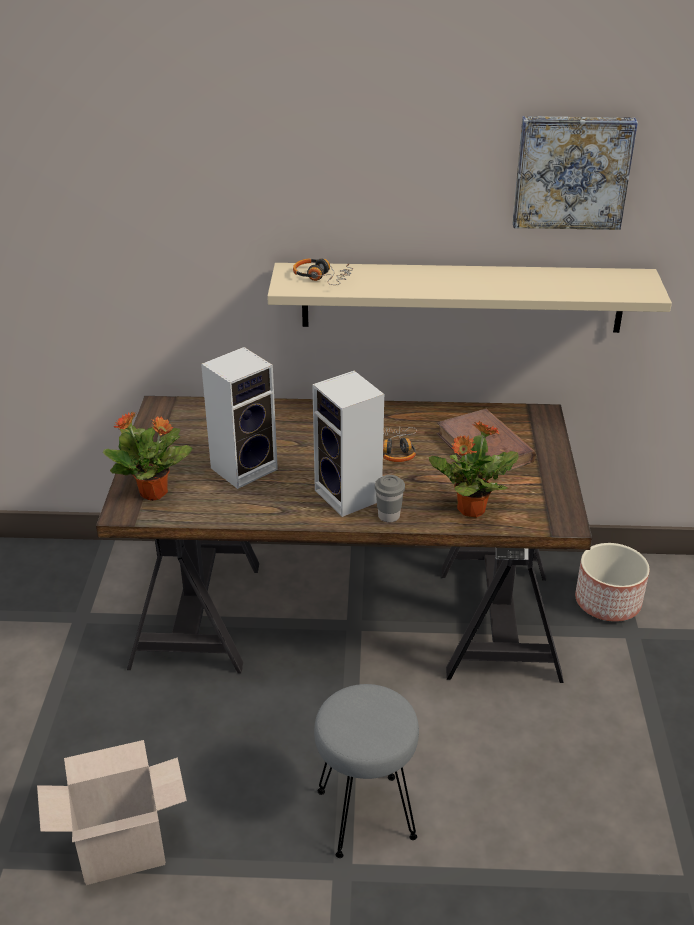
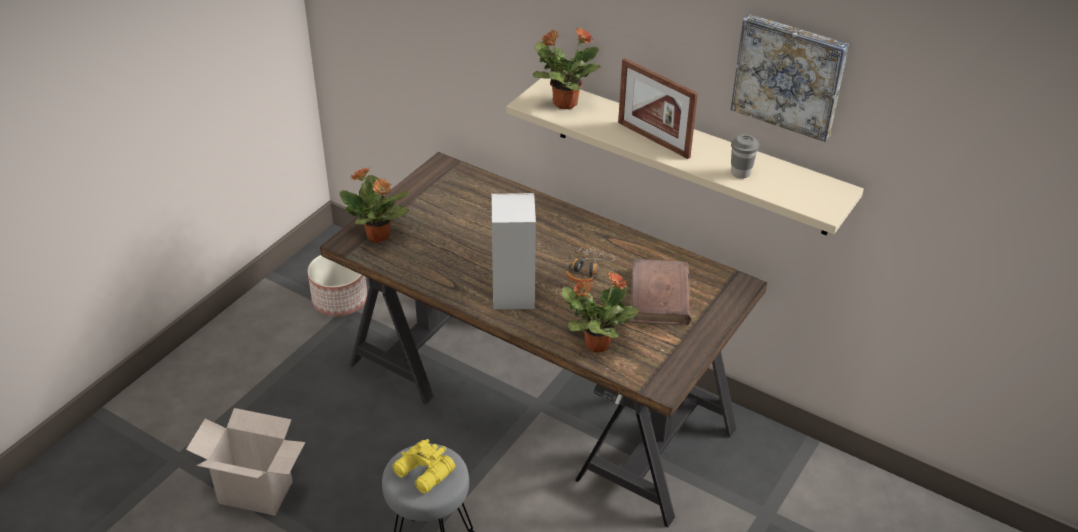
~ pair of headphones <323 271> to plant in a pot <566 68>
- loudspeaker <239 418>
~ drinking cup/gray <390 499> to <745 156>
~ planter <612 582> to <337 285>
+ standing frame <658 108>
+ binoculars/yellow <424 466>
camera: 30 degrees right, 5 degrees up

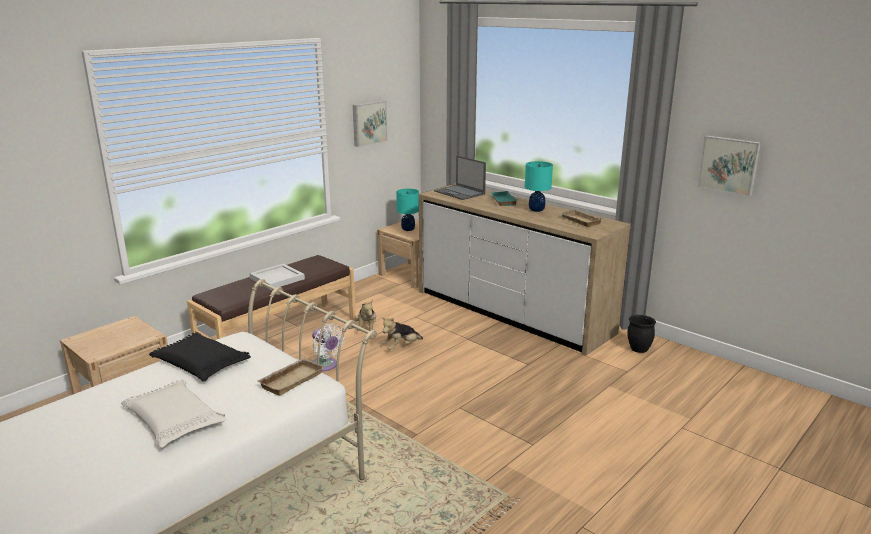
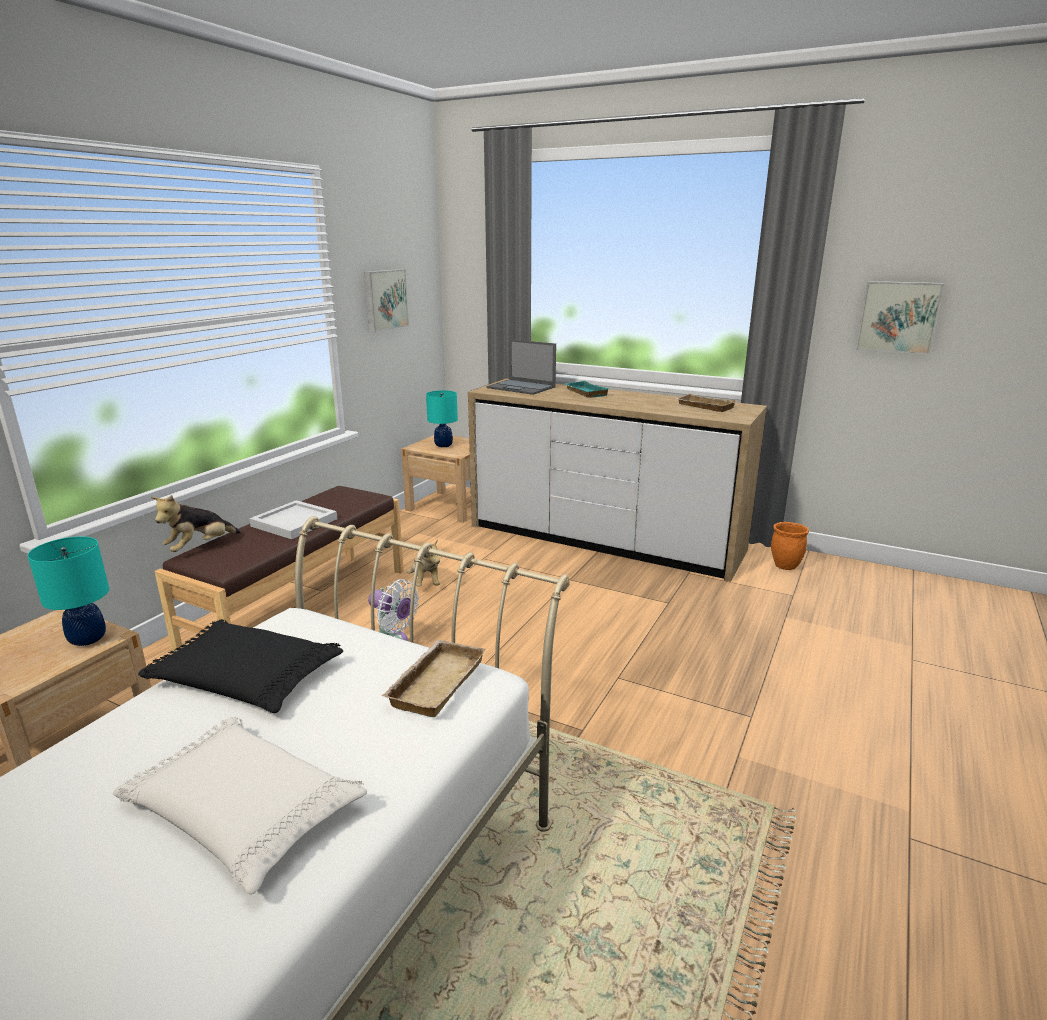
~ lamp for a table/blue-green <539 186> to <68 591>
~ planter/blackish <641 334> to planter/orange <790 546>
~ cuddly toy <402 333> to <196 523>
camera: 15 degrees left, 0 degrees up

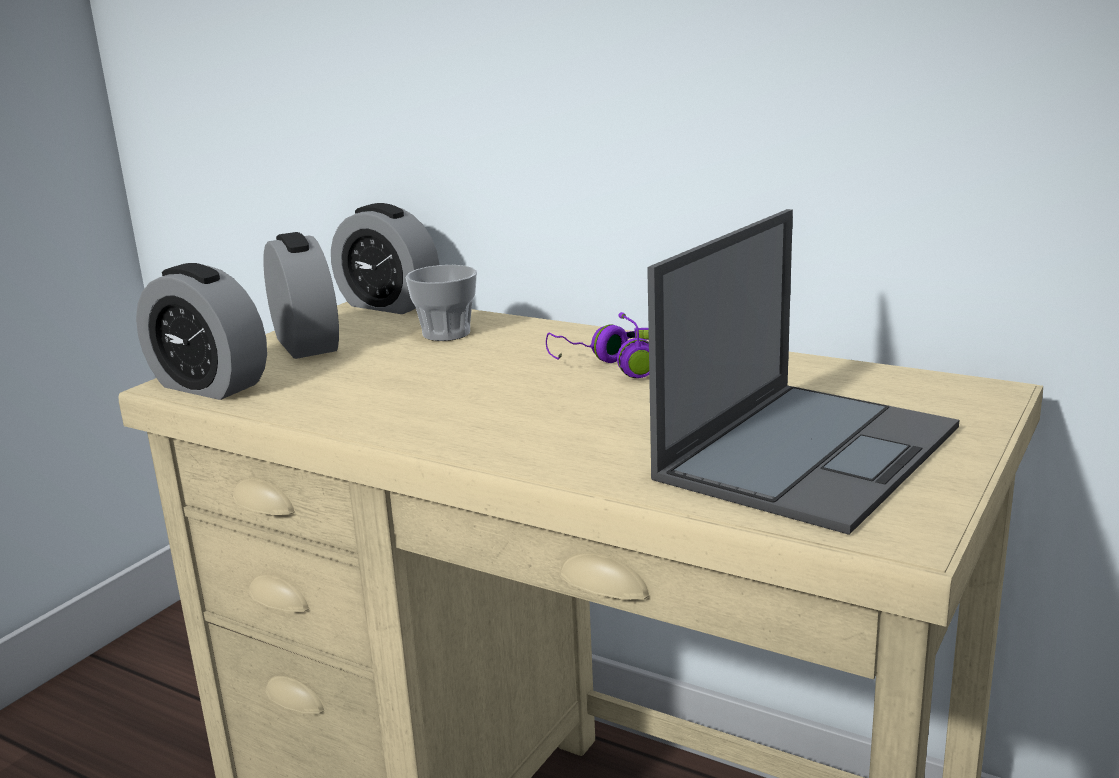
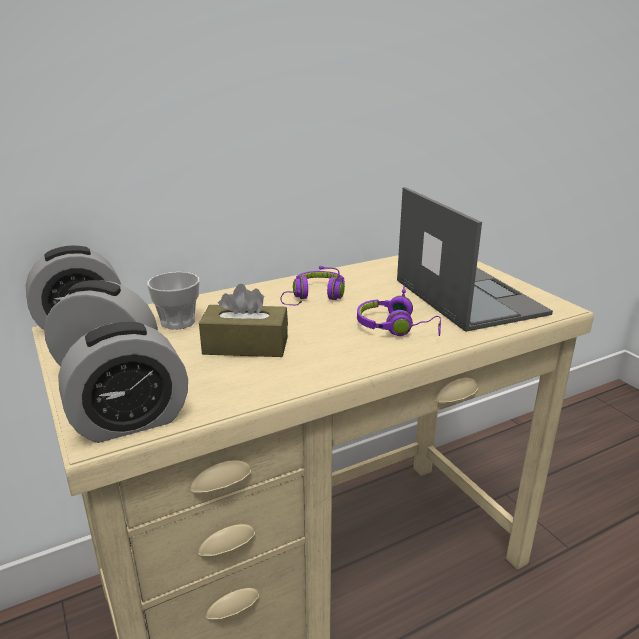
+ box of tissues/brown <243 320>
+ pair of headphones/purple-coloured <399 310>
camera: 60 degrees left, 5 degrees up

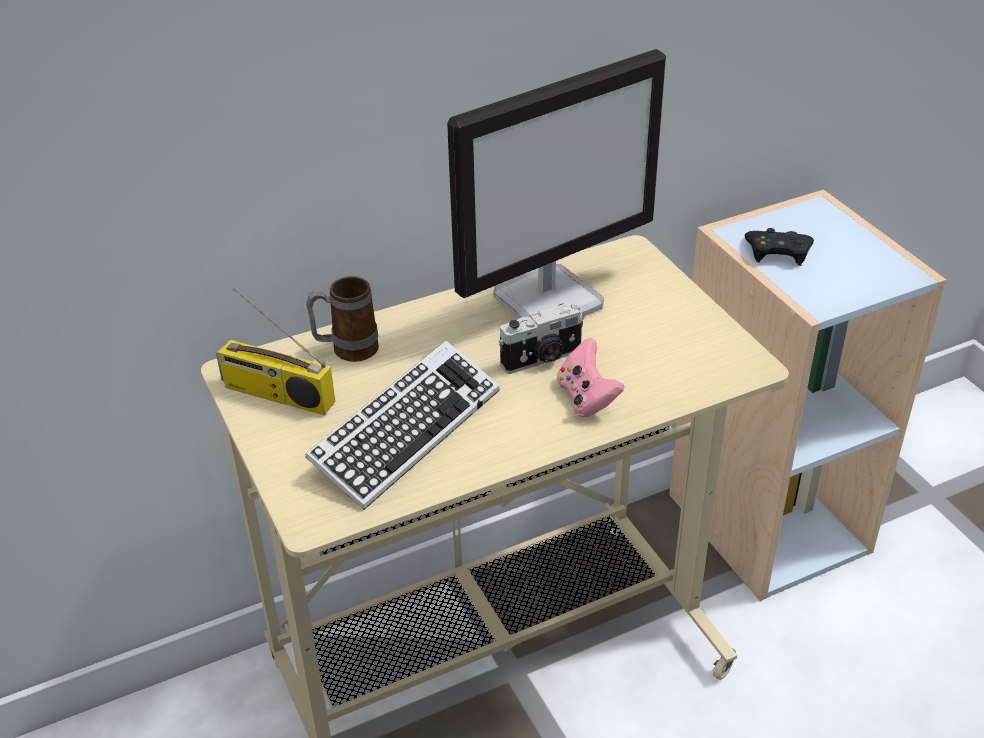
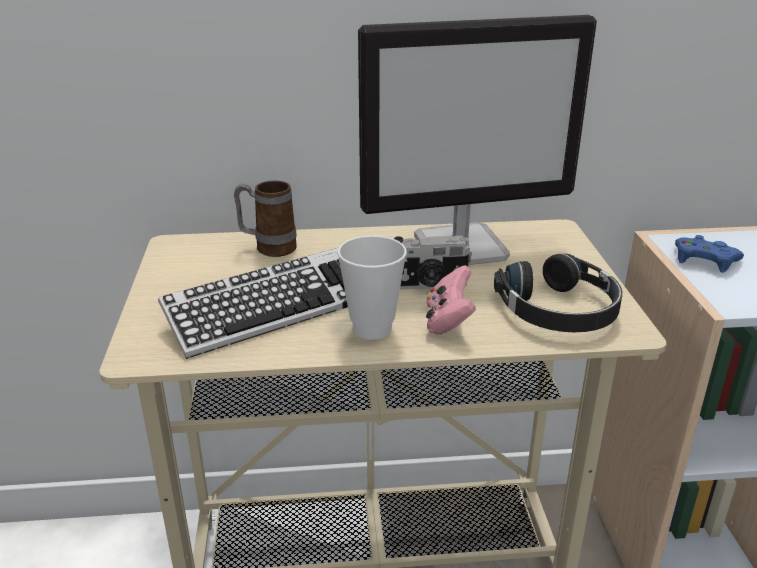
~ joypad/blackish <779 247> to joypad/blue <709 254>
- radio set <275 351>
+ drinking cup <372 288>
+ pair of headphones/blackish <558 293>
camera: 20 degrees right, 10 degrees down

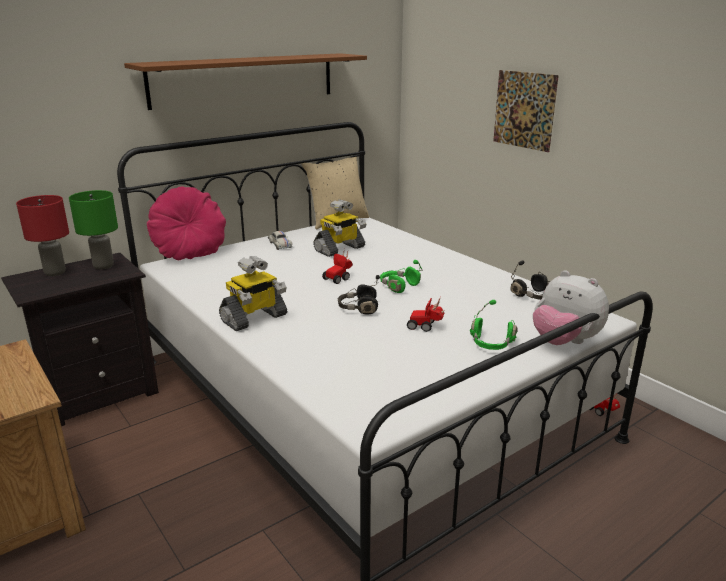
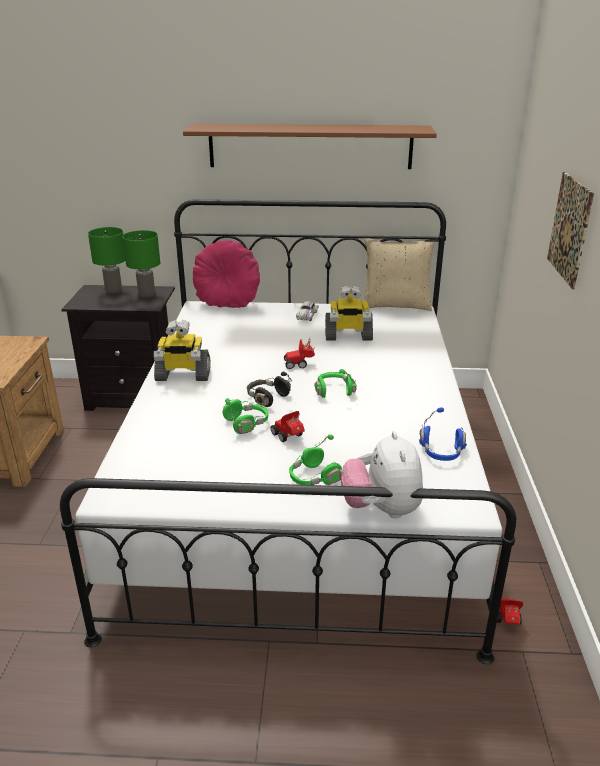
~ lamp for a table/reddish <42 235> to lamp for a table/greenish <106 260>
~ pair of headphones/blackish <530 280> to pair of headphones/blue <443 434>
+ pair of headphones/greenish <246 416>
camera: 40 degrees right, 5 degrees up

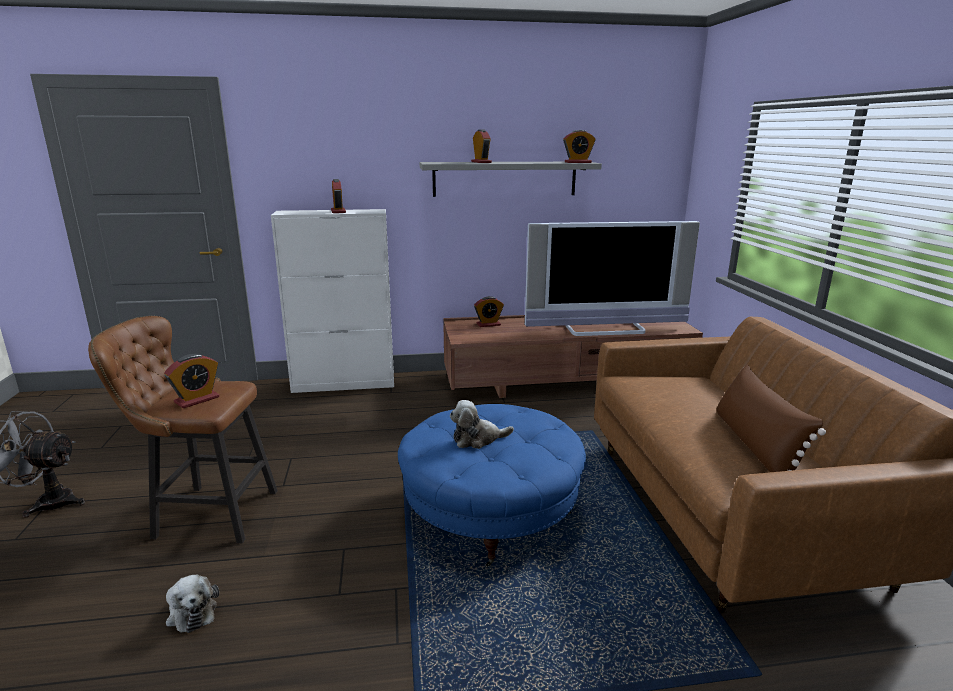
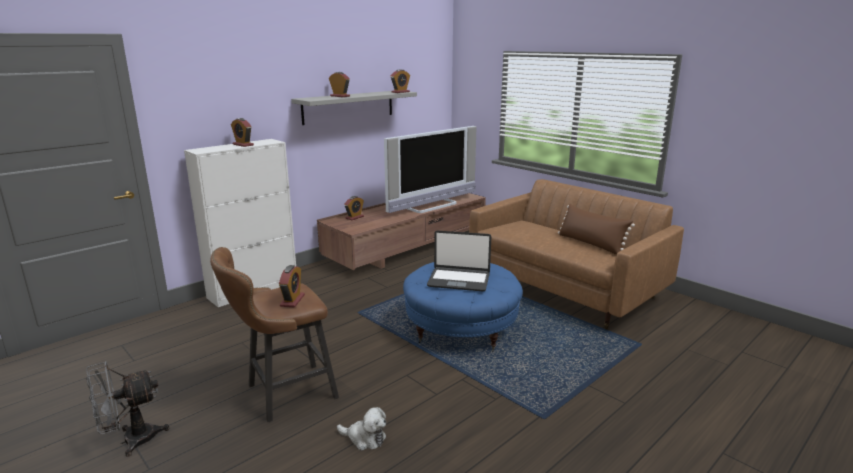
~ cuddly toy <482 424> to notebook computer <459 260>
camera: 35 degrees left, 0 degrees up

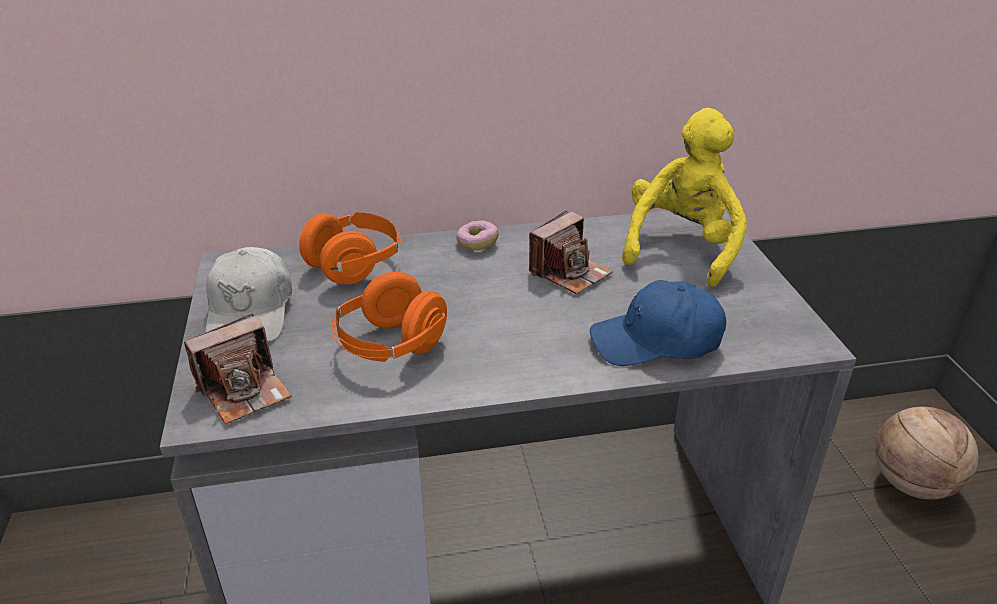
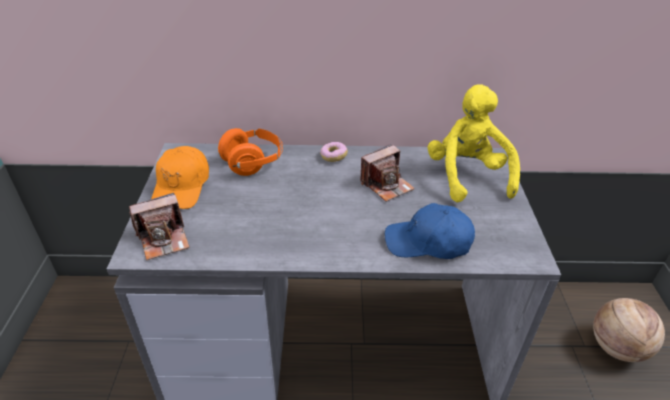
~ cuddly toy/yellow <684 197> = <473 143> 45 degrees counterclockwise
~ peaked cap/whitish <248 294> to peaked cap/orange <180 177>
- pair of headphones/orange <389 317>
camera: 10 degrees right, 5 degrees up

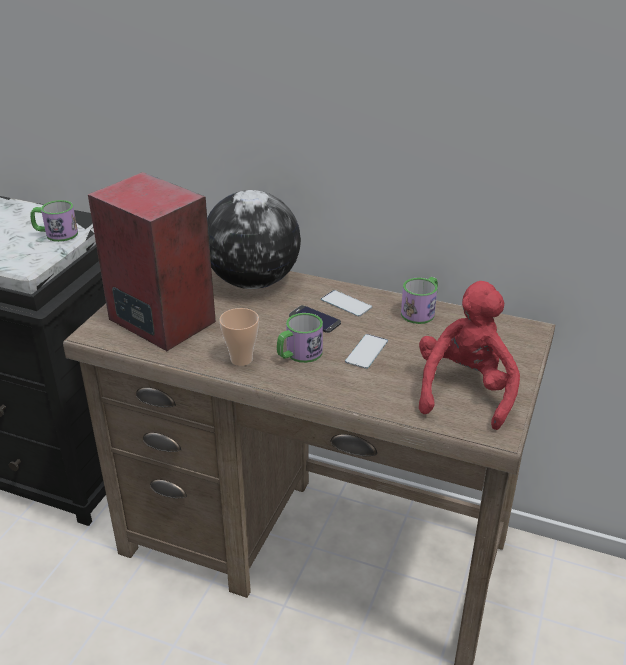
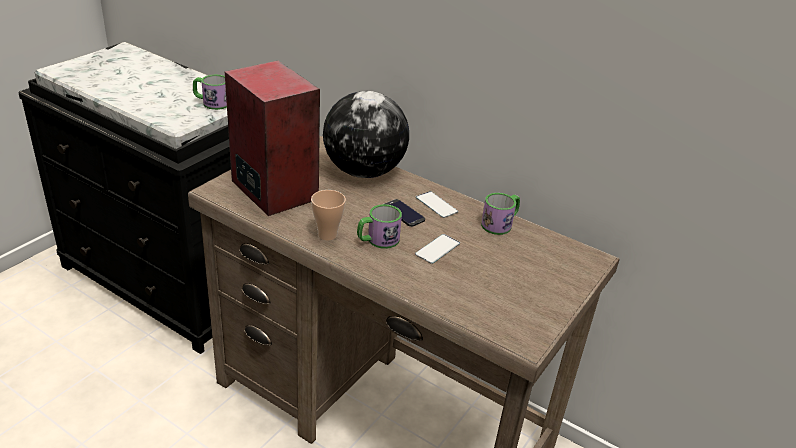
- cuddly toy/reddish <469 355>
camera: 10 degrees right, 0 degrees up

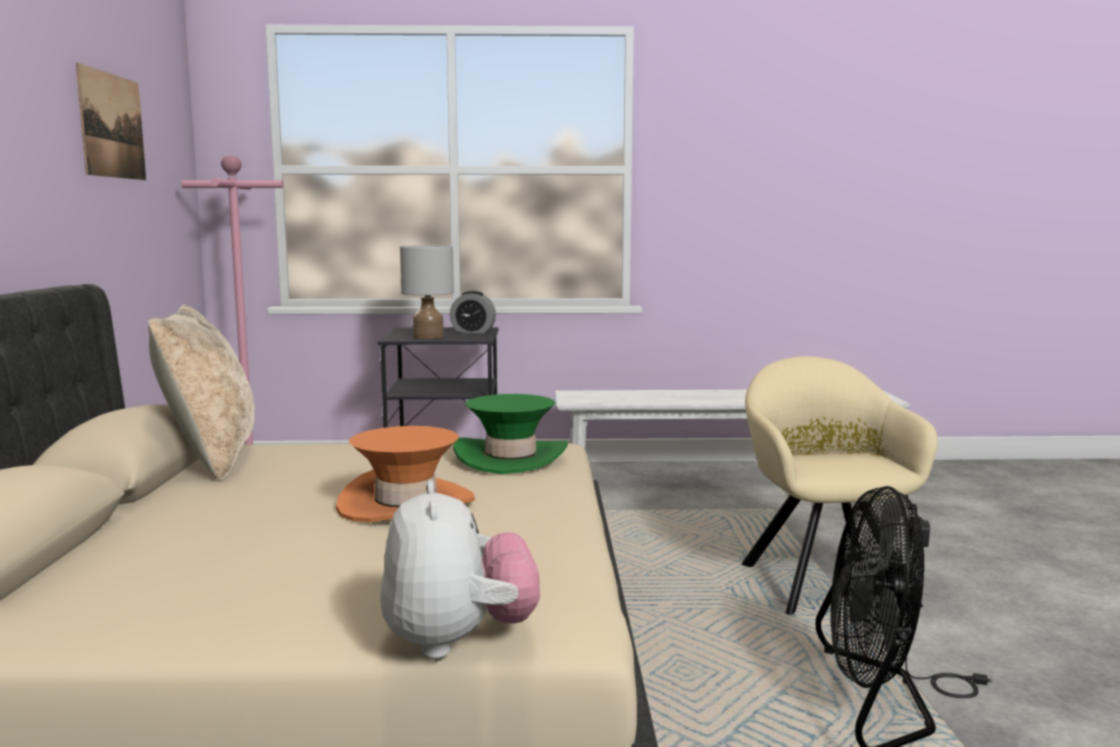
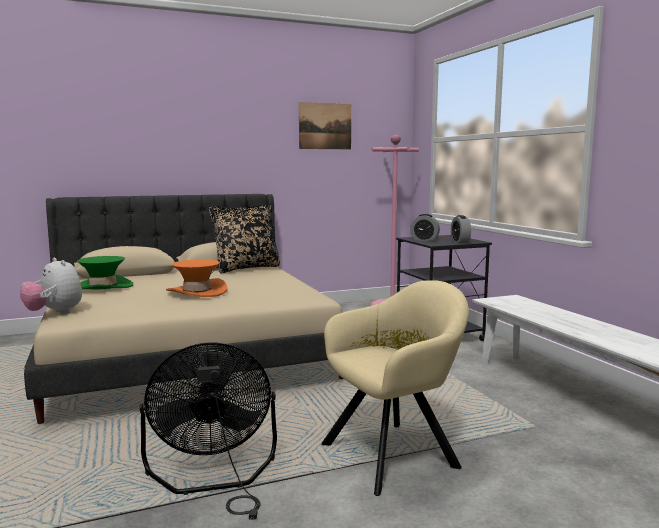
~ lamp for a table/gray <427 292> to table clock <425 227>
~ cushion/sand-coloured <201 392> to cushion/blackish <244 239>
~ hat/greenish <510 434> to <105 273>
~ cuddly toy <460 569> = <51 286> 75 degrees clockwise
camera: 70 degrees right, 0 degrees up

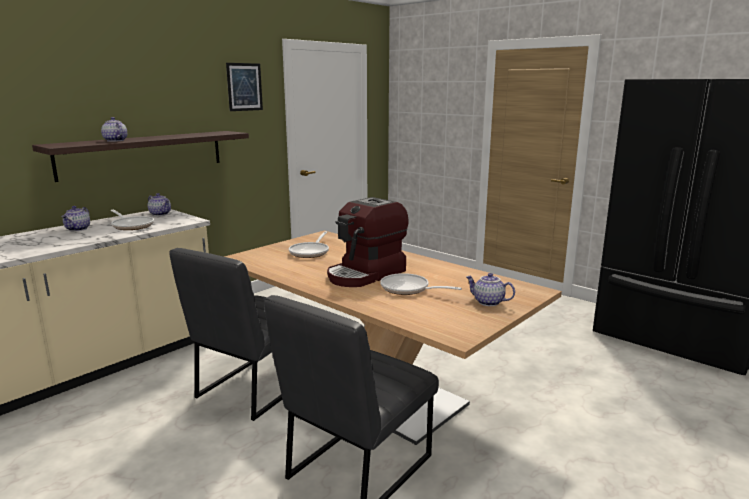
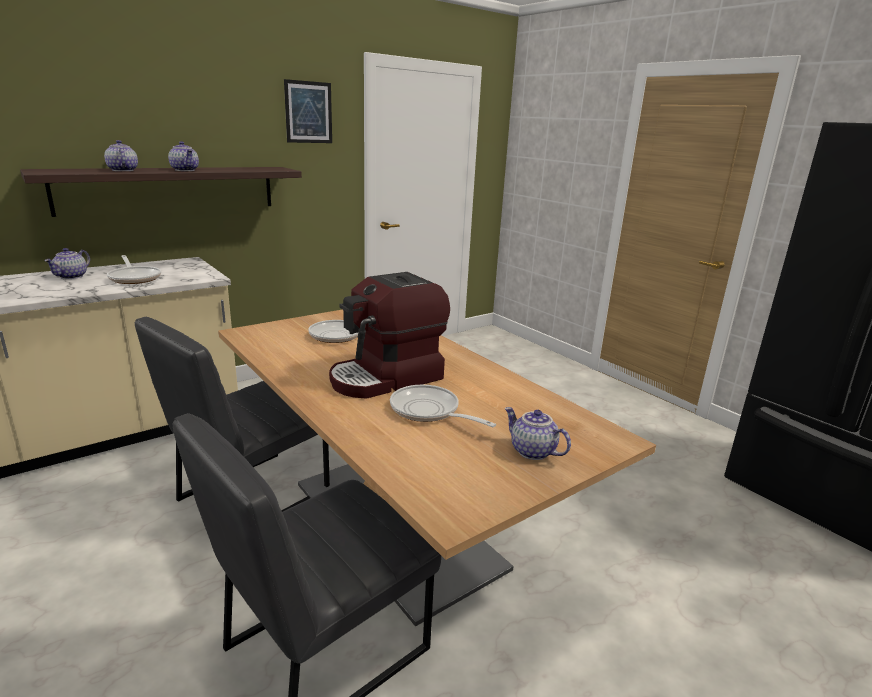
~ tea pot <159 204> to <183 156>
camera: 10 degrees right, 5 degrees up

